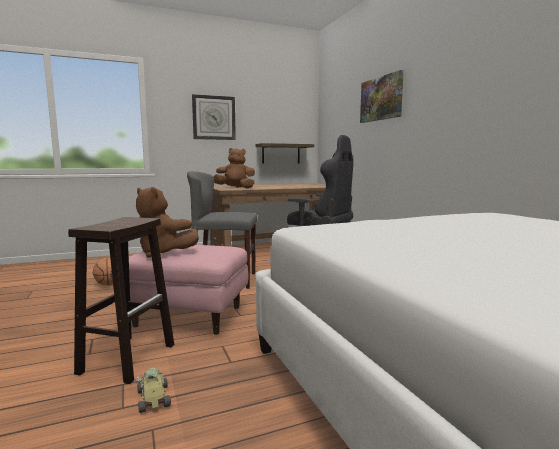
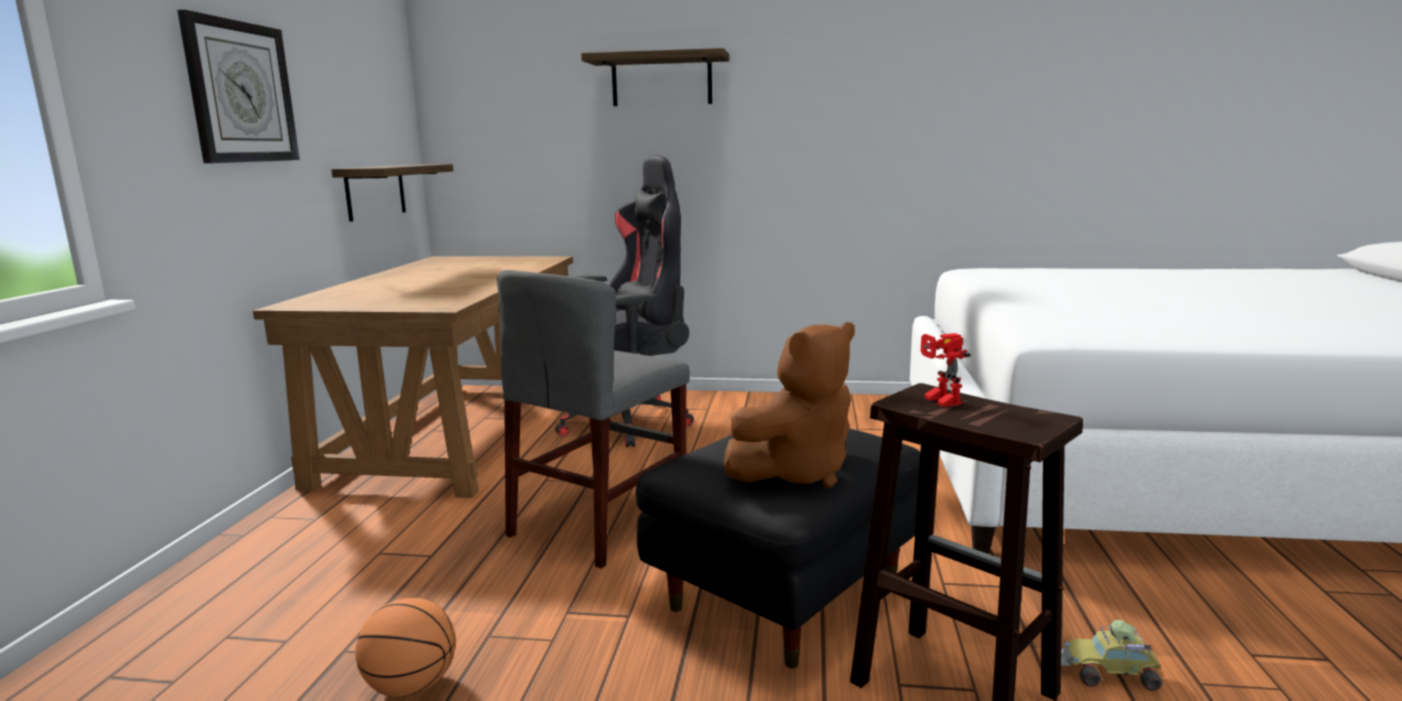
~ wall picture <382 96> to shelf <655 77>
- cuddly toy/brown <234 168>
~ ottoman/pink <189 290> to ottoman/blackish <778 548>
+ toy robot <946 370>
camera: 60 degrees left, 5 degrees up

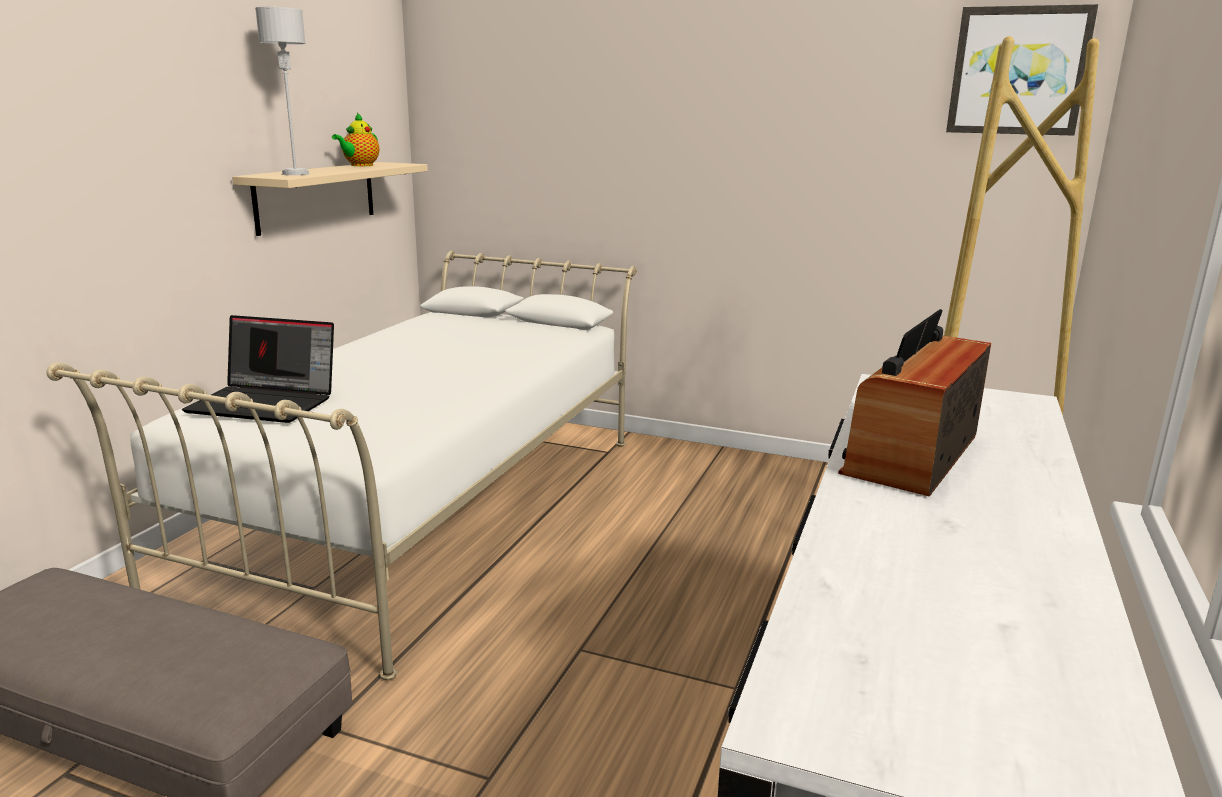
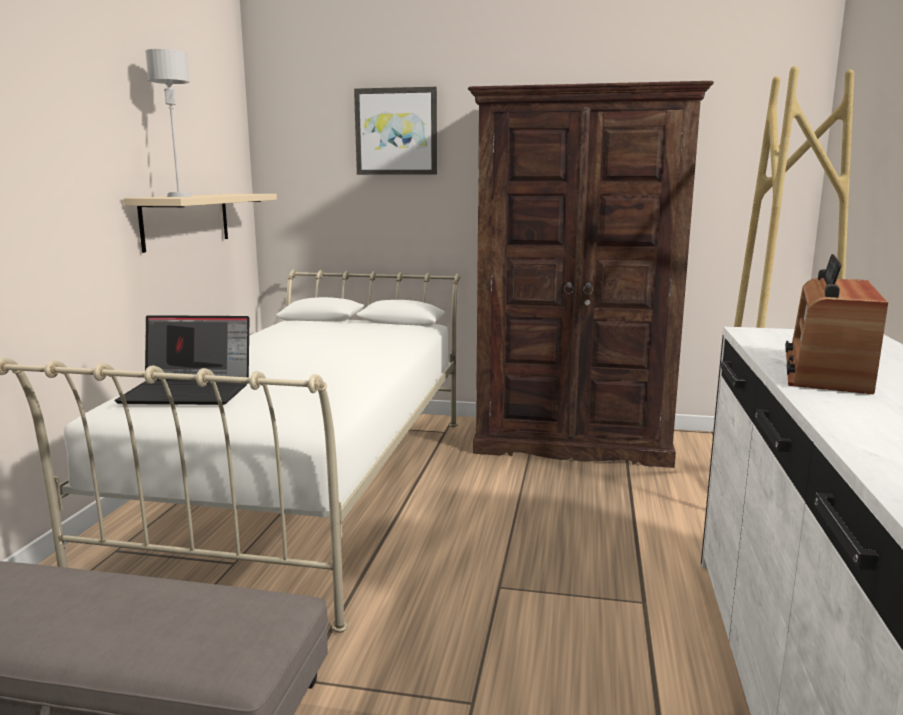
~ wall picture <1022 70> to <395 131>
- tea pot <355 139>
+ wardrobe/brown <591 274>
camera: 10 degrees left, 5 degrees down

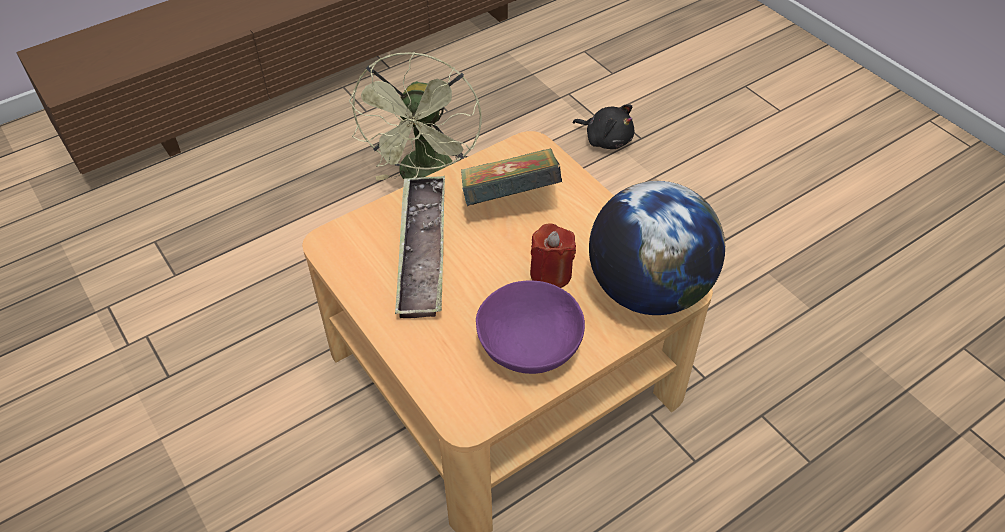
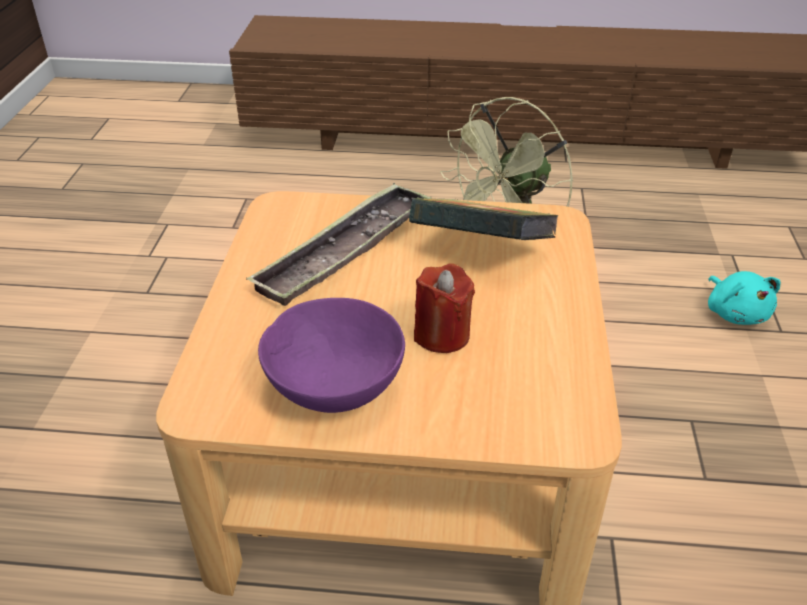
~ cuddly toy/blackish <603 127> to cuddly toy/blue-green <744 298>
- globe <657 248>
camera: 40 degrees right, 10 degrees down

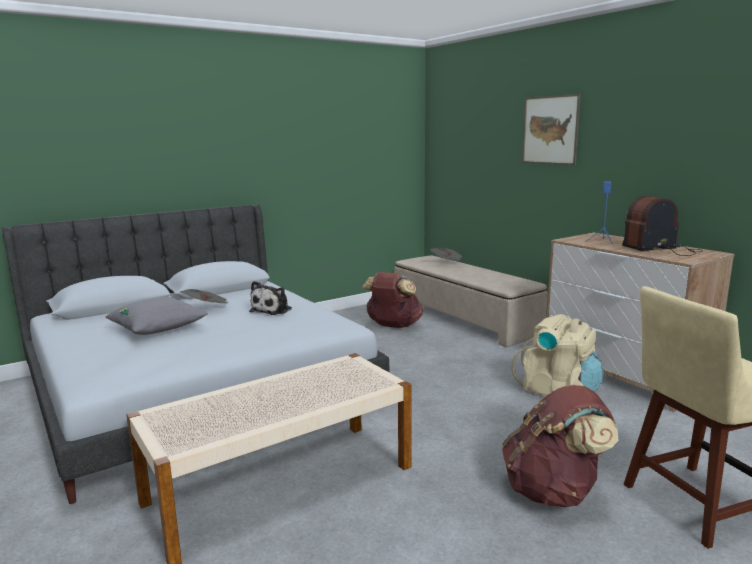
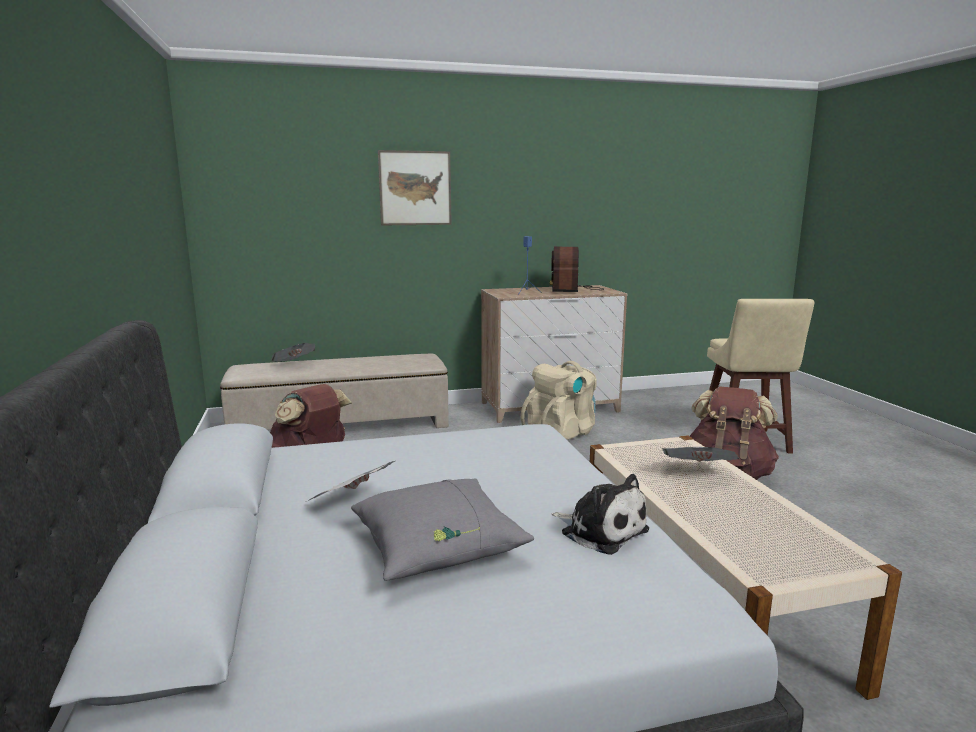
~ cuddly toy <270 298> to <600 514>
+ newspaper <700 454>
camera: 70 degrees left, 0 degrees up

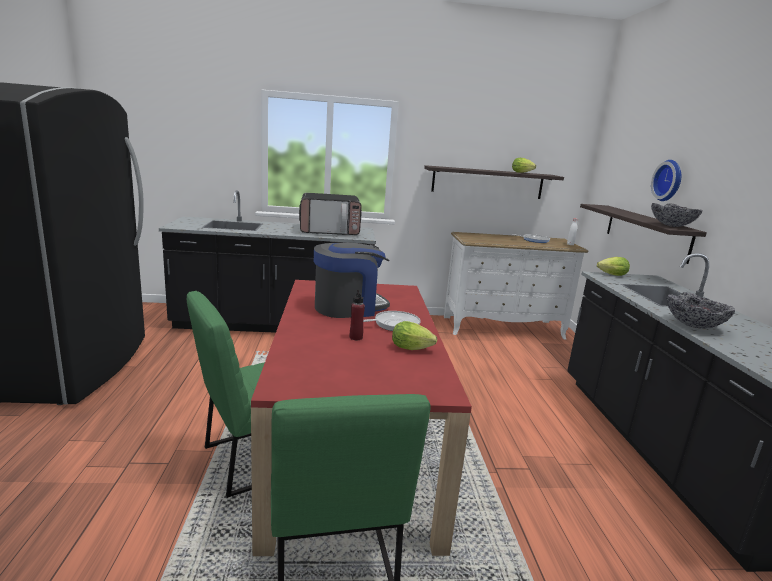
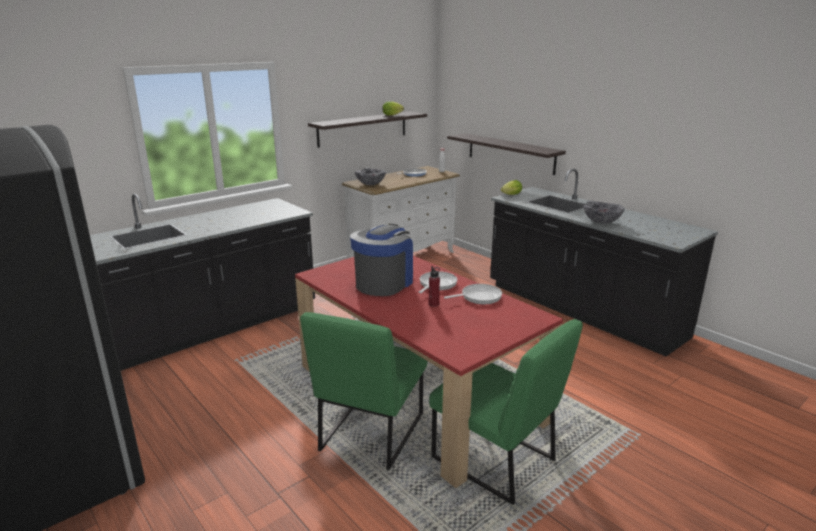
- hanging clock <666 180>
- kitchen microwave <330 214>
~ serving bowl <676 215> to <370 176>
~ head of lettuce <414 335> to pan <473 294>
camera: 35 degrees left, 5 degrees up

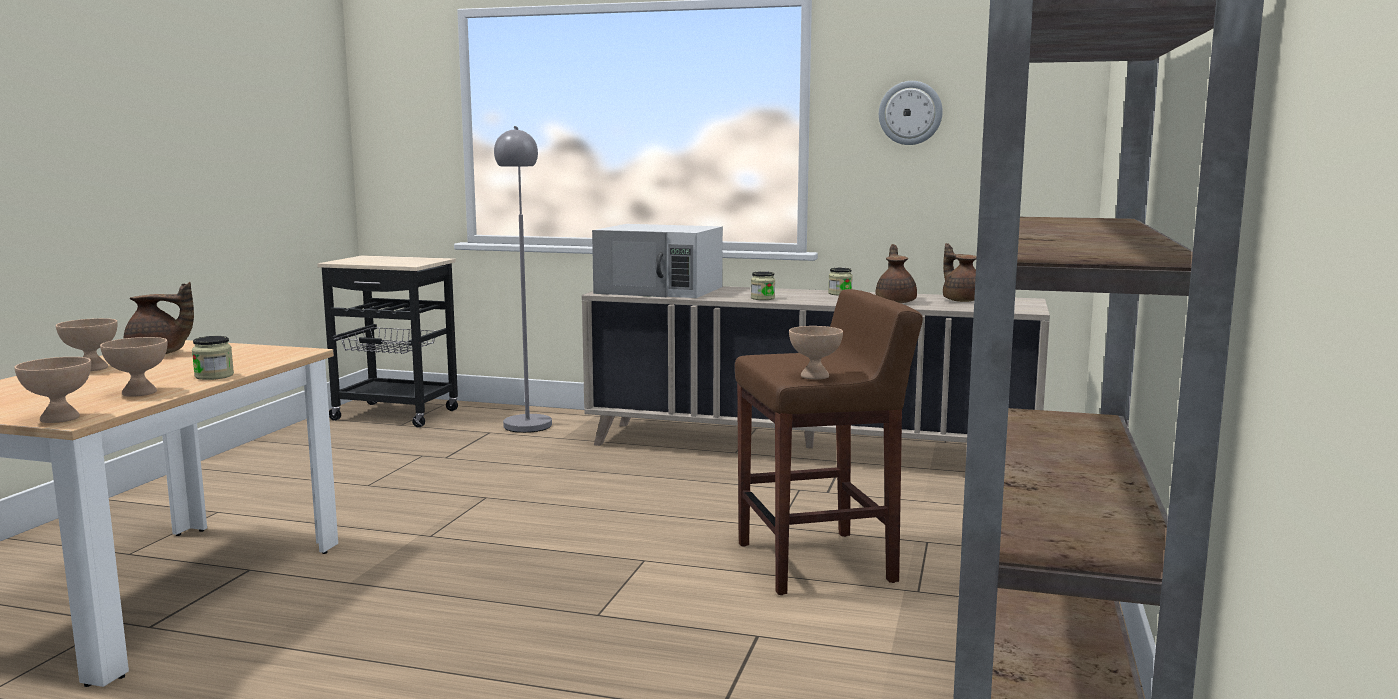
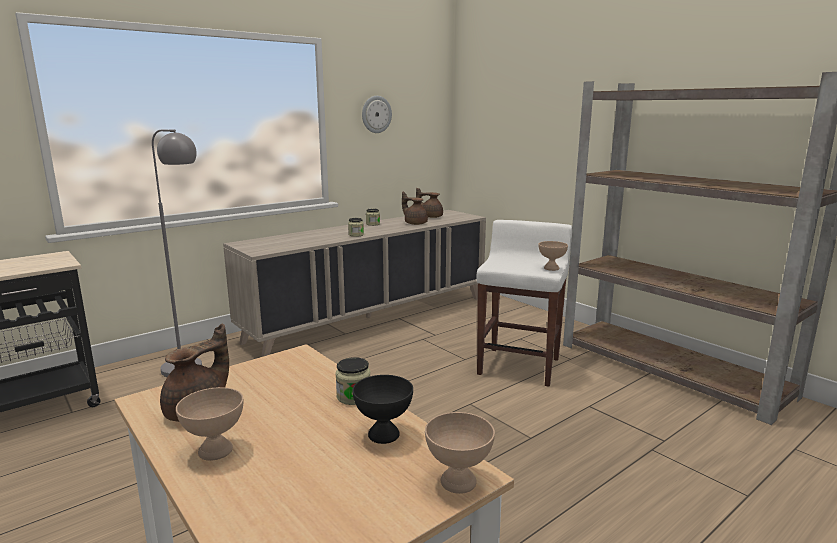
- kitchen microwave/whitish <657 261>
~ sitting stool/brown <829 442> to sitting stool/whitish <524 303>
~ serving bowl/sand-coloured <134 367> to serving bowl/blackish <382 409>
camera: 55 degrees left, 5 degrees up

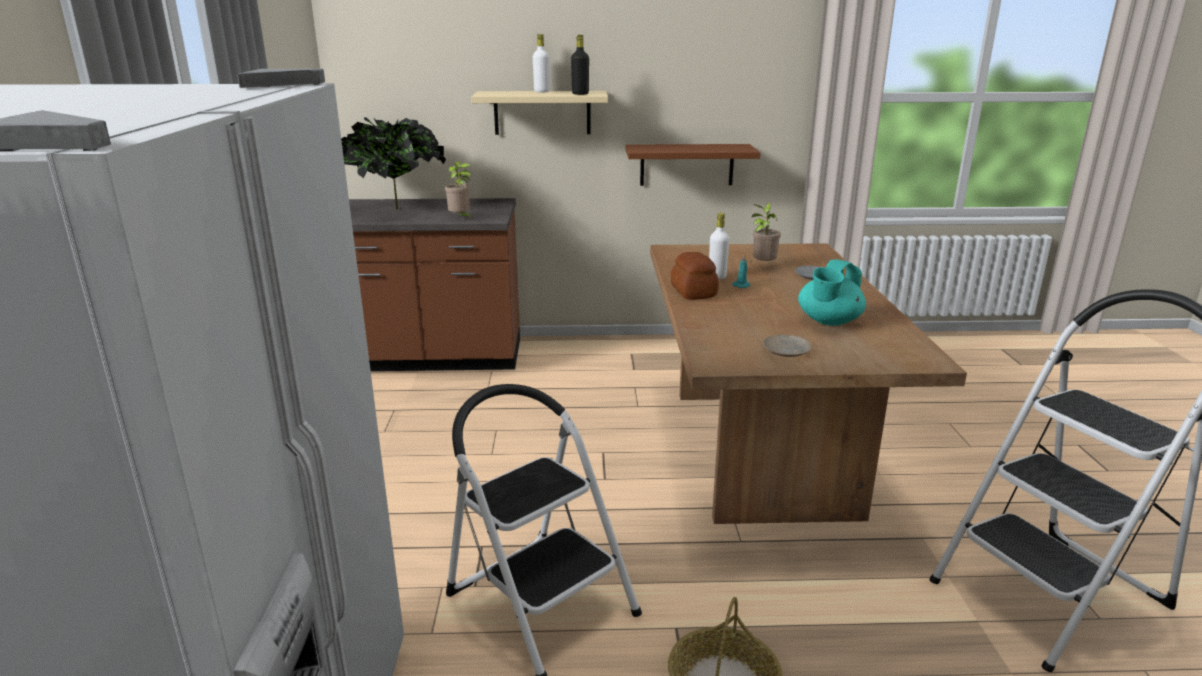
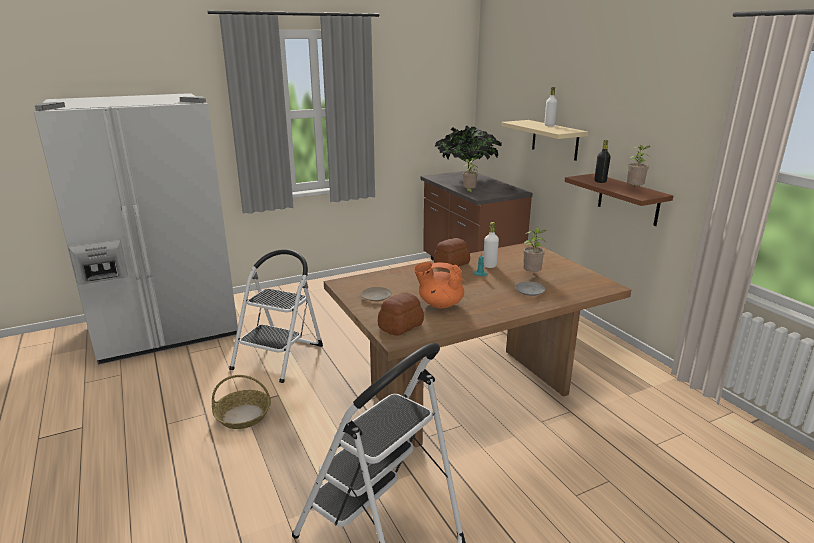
~ beverage bottle/blackish <580 65> to <603 161>
~ tea pot/blue-green <832 292> to tea pot/orange <439 285>
+ plant in a pot <638 166>
+ baked bread <401 314>
camera: 65 degrees right, 0 degrees up

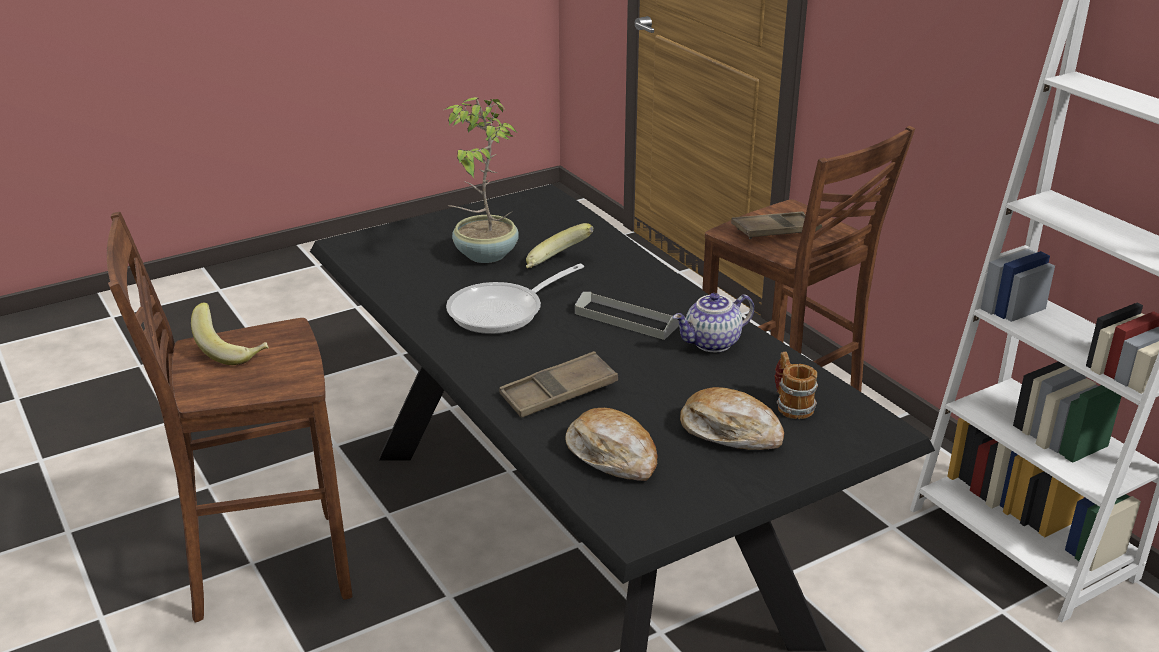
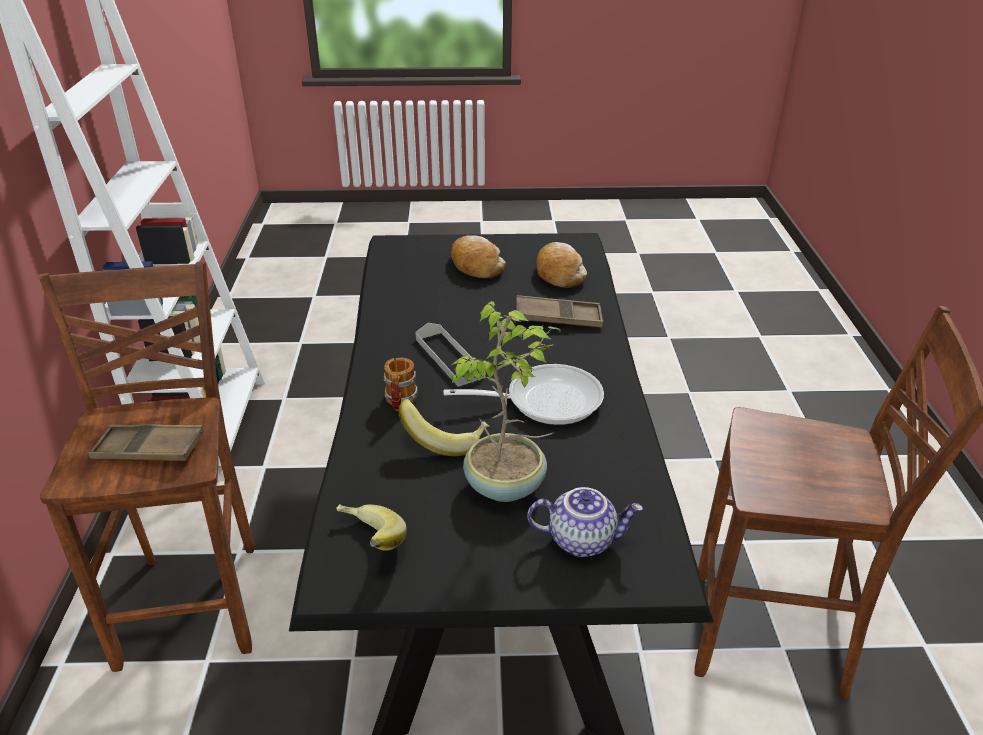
~ tea pot <713 322> to <585 522>
~ whole banana <230 333> to <371 527>
~ tea mug <796 385> to <401 384>
camera: 150 degrees left, 5 degrees up

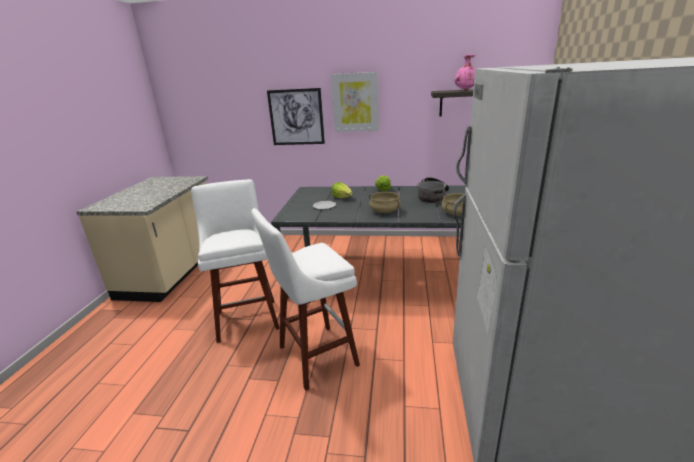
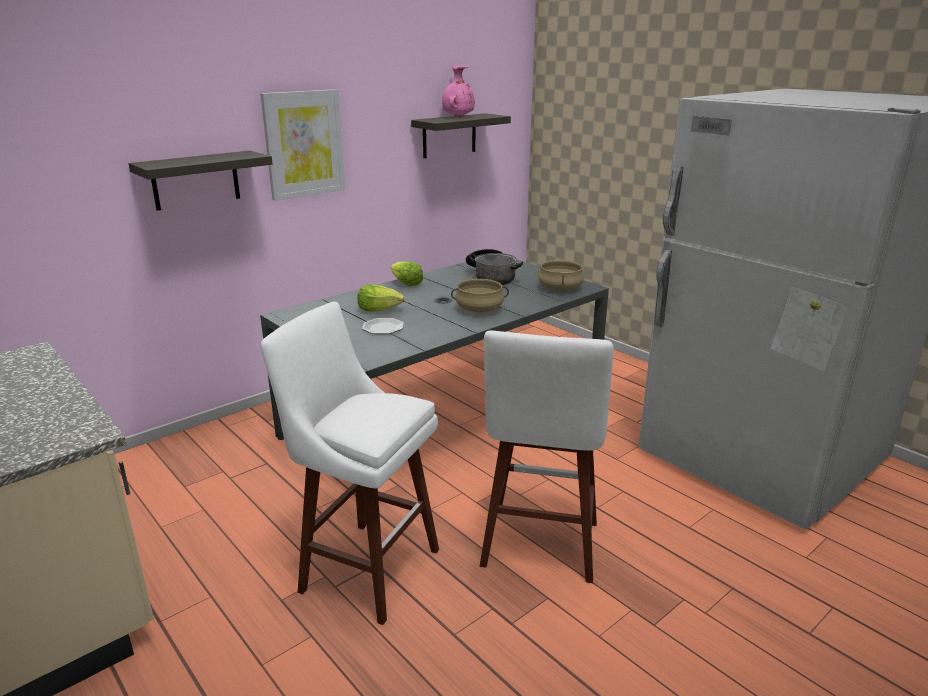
~ wall picture <296 116> to shelf <200 181>
camera: 50 degrees left, 0 degrees up

